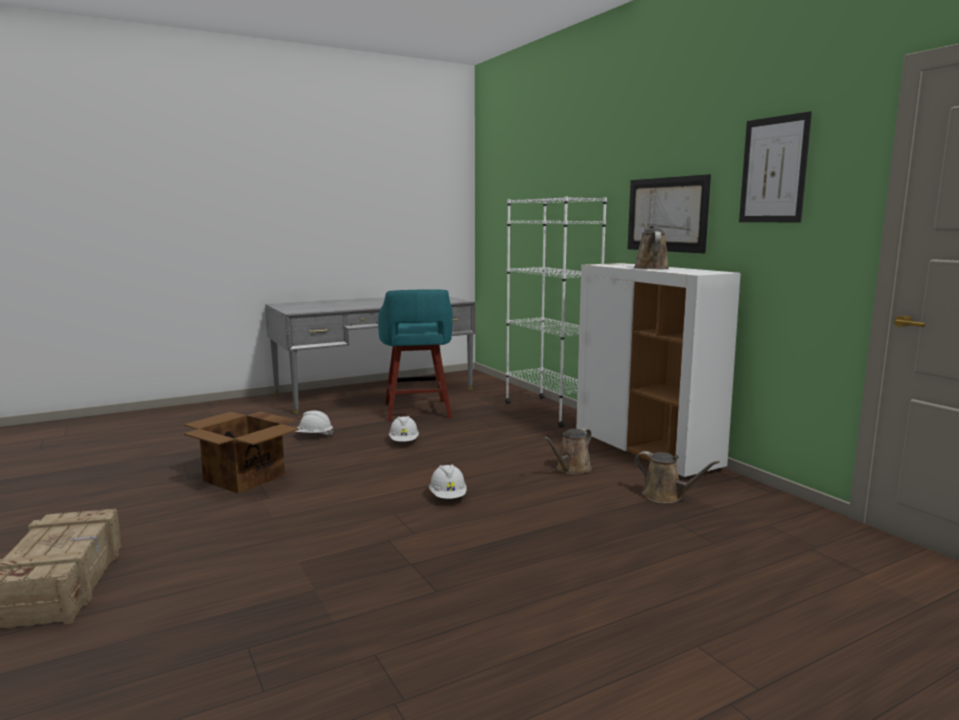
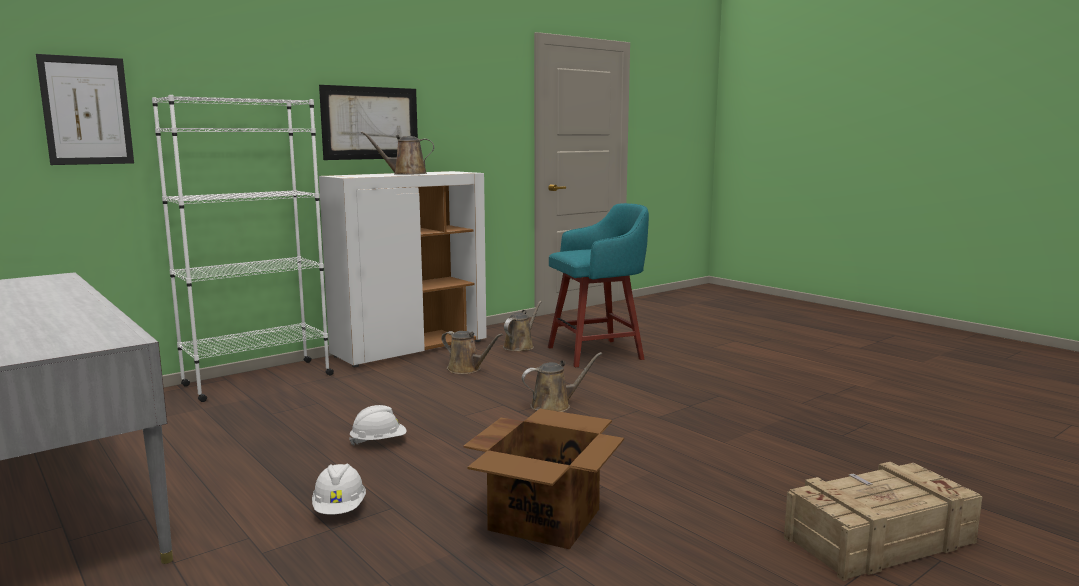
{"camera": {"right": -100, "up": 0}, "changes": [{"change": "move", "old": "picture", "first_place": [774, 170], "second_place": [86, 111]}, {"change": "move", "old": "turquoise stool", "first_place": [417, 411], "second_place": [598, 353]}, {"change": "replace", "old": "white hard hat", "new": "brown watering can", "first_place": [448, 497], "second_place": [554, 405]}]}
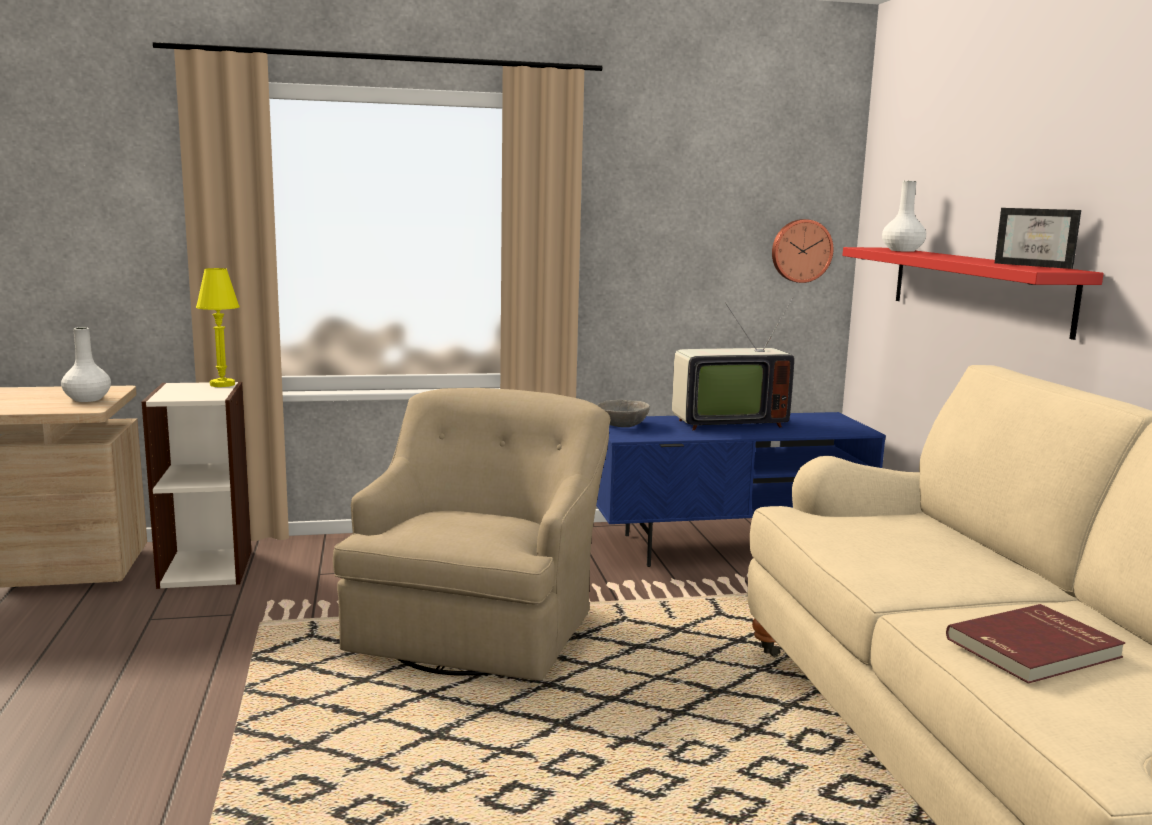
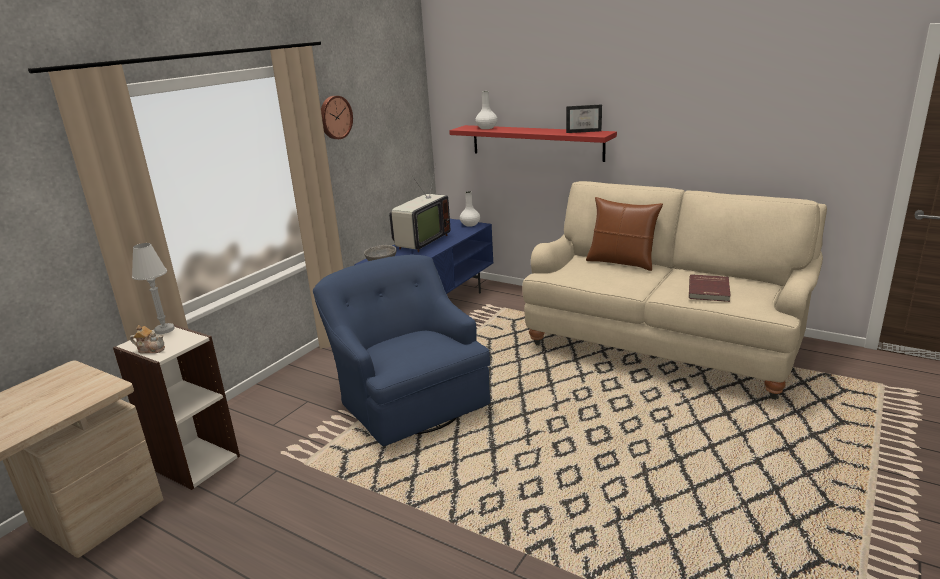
{"camera": {"right": -45, "up": 10}, "changes": [{"change": "move", "old": "wall clock", "first_place": [801, 250], "second_place": [334, 117]}, {"change": "recolor", "old": "yellow table lamp", "new": "white table lamp", "first_place": [222, 384], "second_place": [164, 330]}, {"change": "move", "old": "white vase", "first_place": [87, 399], "second_place": [470, 224]}, {"change": "recolor", "old": "beige armchair", "new": "blue armchair", "first_place": [479, 624], "second_place": [409, 399]}, {"change": "insert", "new": "brown pillow", "second_place": [621, 262]}, {"change": "insert", "new": "teapot", "second_place": [151, 349]}]}
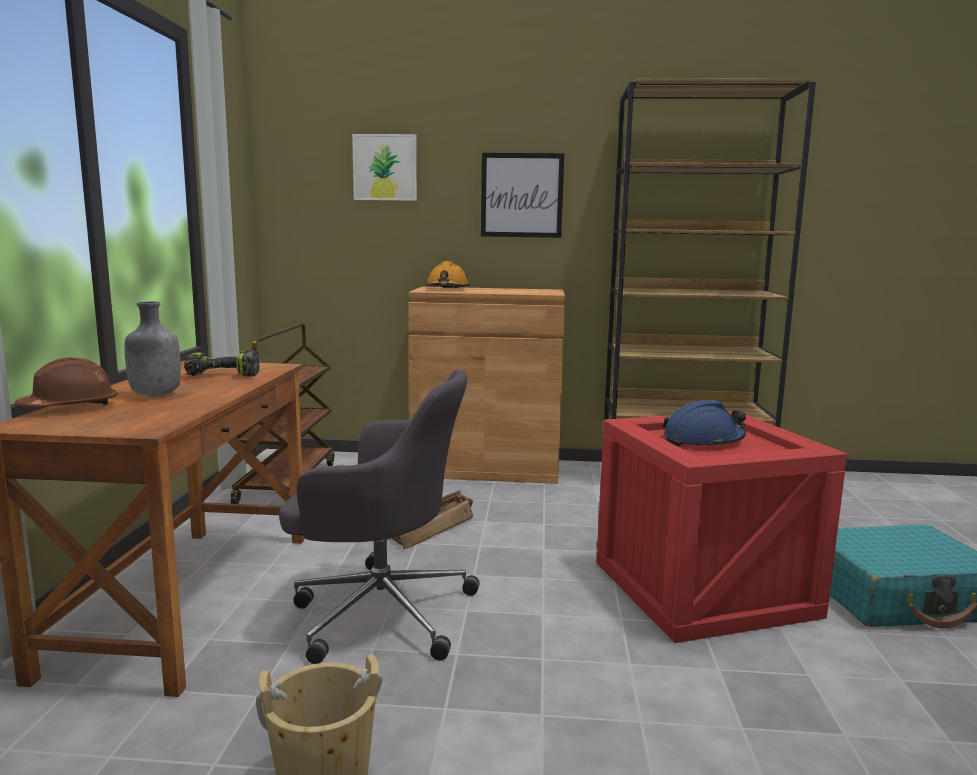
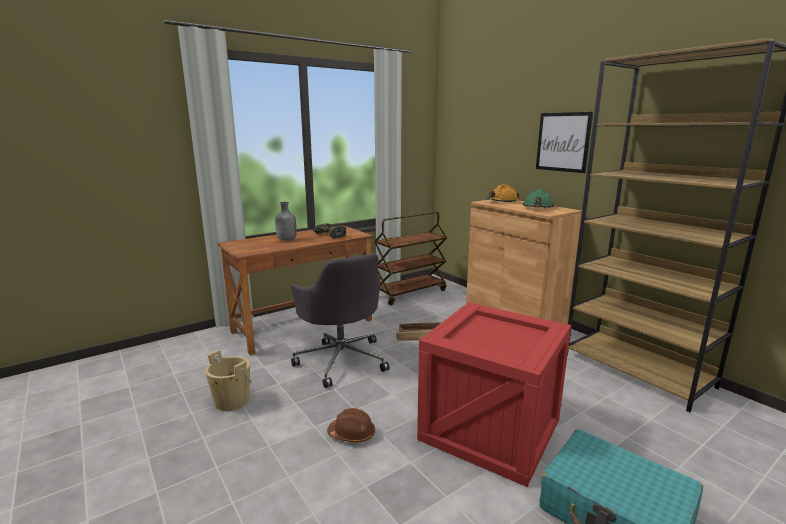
{"camera": {"right": 50, "up": 5}, "changes": [{"change": "delete", "old": "picture", "first_place": [385, 167]}, {"change": "move", "old": "brown hard hat", "first_place": [70, 407], "second_place": [352, 434]}, {"change": "delete", "old": "blue hard hat", "first_place": [703, 440]}, {"change": "insert", "new": "green hard hat", "second_place": [538, 208]}]}
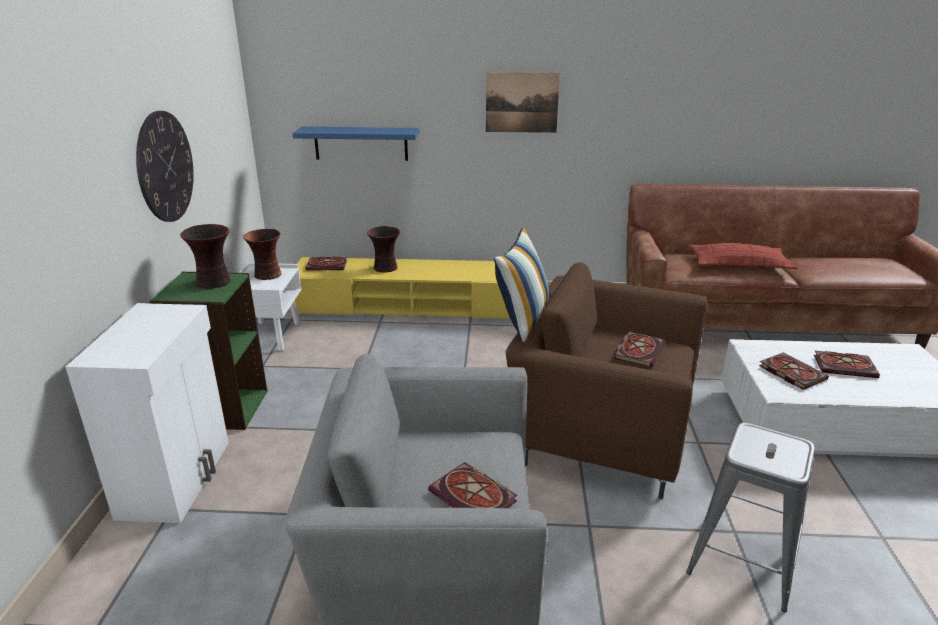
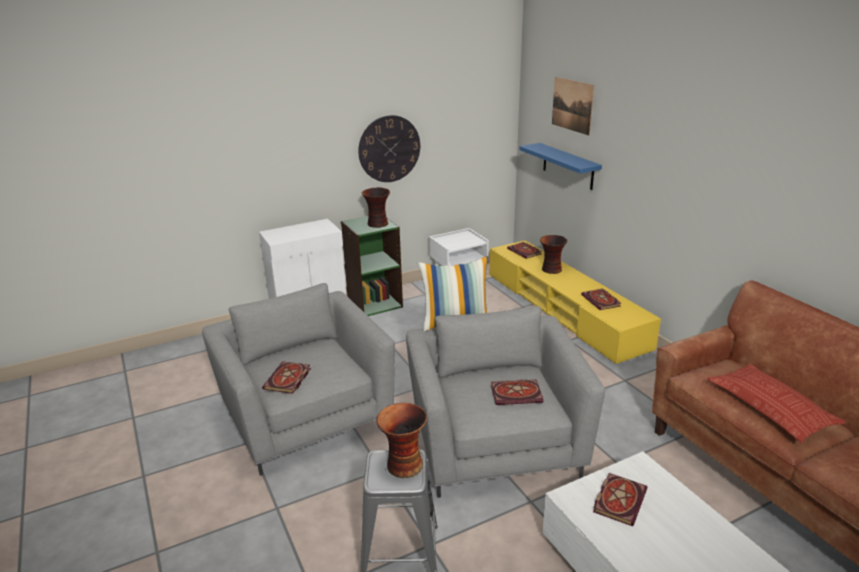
{"camera": {"right": 60, "up": 0}, "changes": [{"change": "move", "old": "picture", "first_place": [522, 102], "second_place": [572, 105]}, {"change": "move", "old": "vase", "first_place": [267, 275], "second_place": [403, 465]}, {"change": "recolor", "old": "brown armchair", "new": "grey armchair", "first_place": [601, 429], "second_place": [495, 445]}, {"change": "move", "old": "book", "first_place": [846, 366], "second_place": [602, 301]}]}
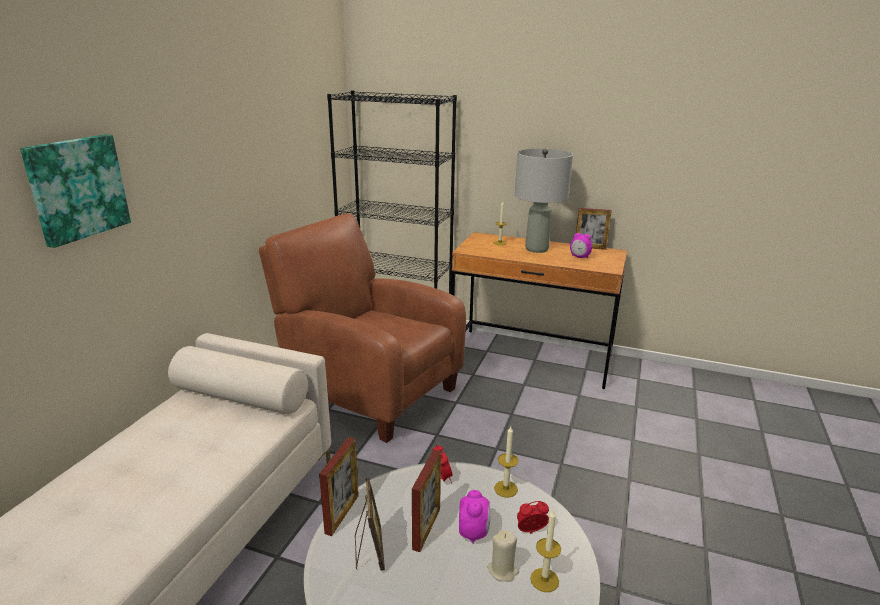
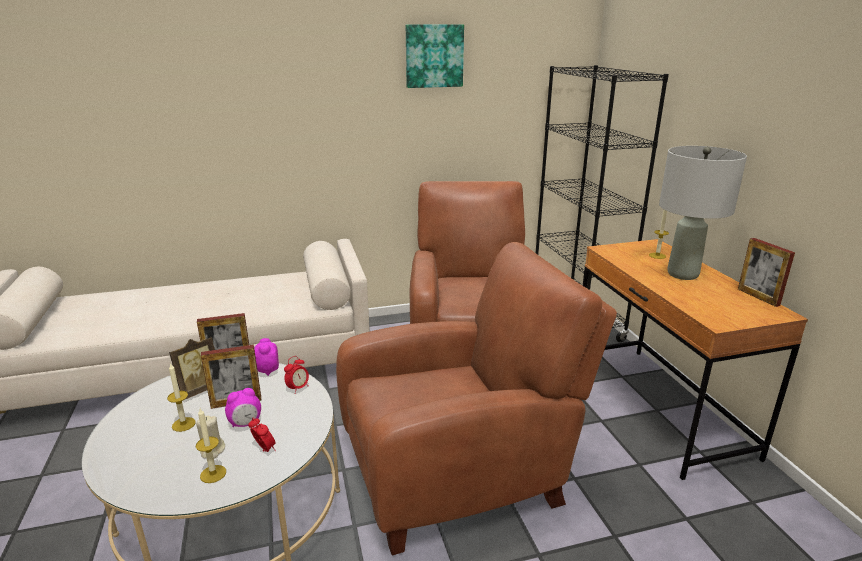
{"camera": {"right": 55, "up": 0}, "changes": [{"change": "move", "old": "picture", "first_place": [77, 188], "second_place": [434, 56]}, {"change": "move", "old": "alarm clock", "first_place": [579, 257], "second_place": [267, 370]}, {"change": "move", "old": "candle", "first_place": [505, 489], "second_place": [183, 424]}, {"change": "insert", "new": "brown armchair", "second_place": [461, 473]}]}
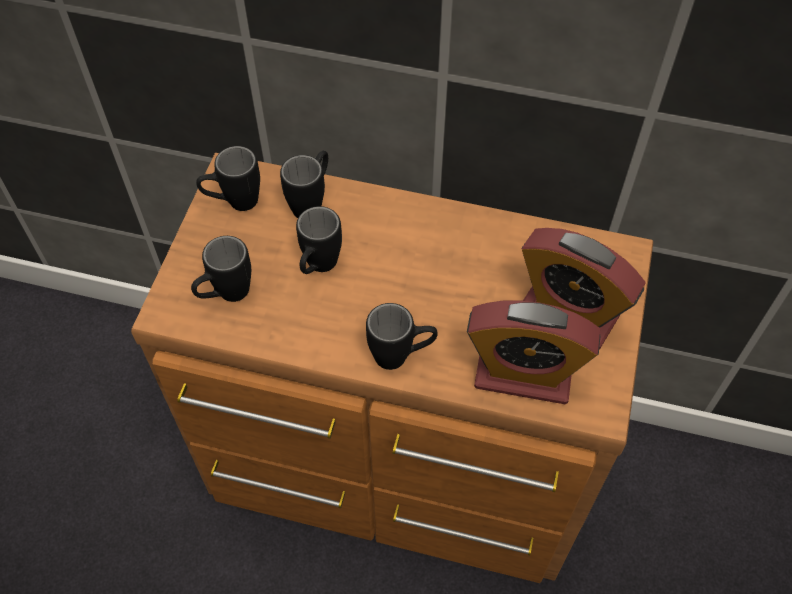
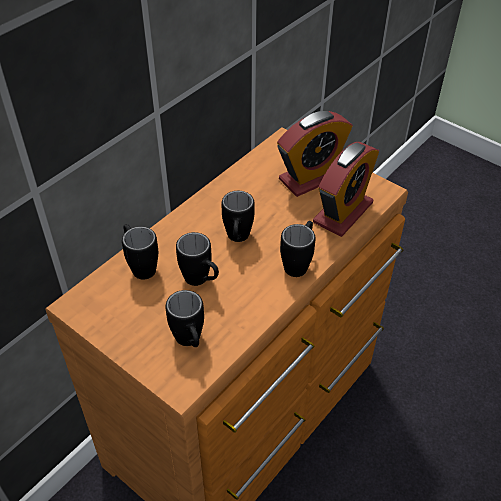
{"camera": {"right": -65, "up": -10}, "changes": [{"change": "move", "old": "black mug", "first_place": [234, 203], "second_place": [237, 240]}]}
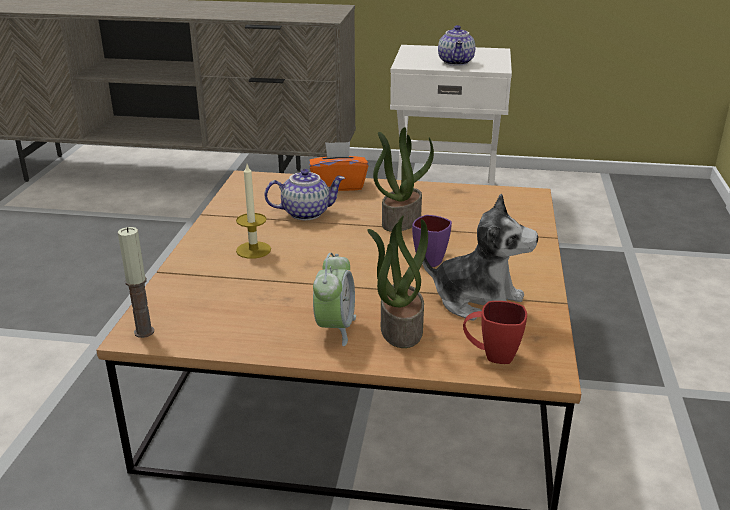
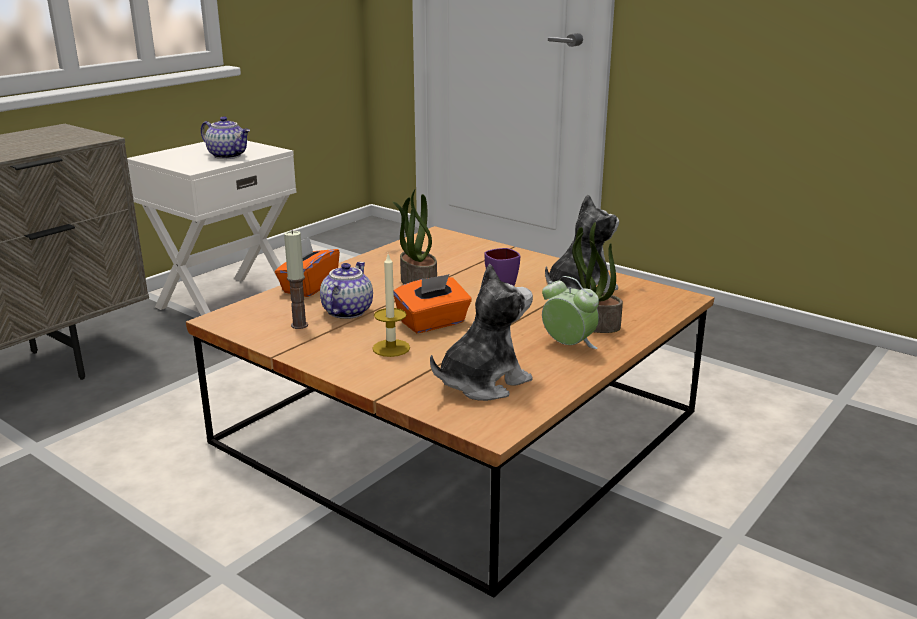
{"camera": {"right": -60, "up": -5}, "changes": [{"change": "move", "old": "candle", "first_place": [144, 332], "second_place": [299, 325]}, {"change": "delete", "old": "red mug", "first_place": [491, 355]}, {"change": "insert", "new": "plush toy", "second_place": [482, 382]}, {"change": "insert", "new": "orange tissue box", "second_place": [433, 323]}]}
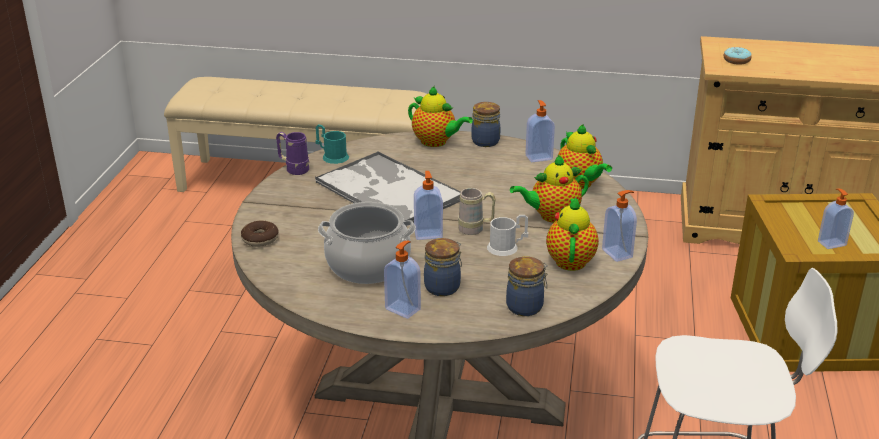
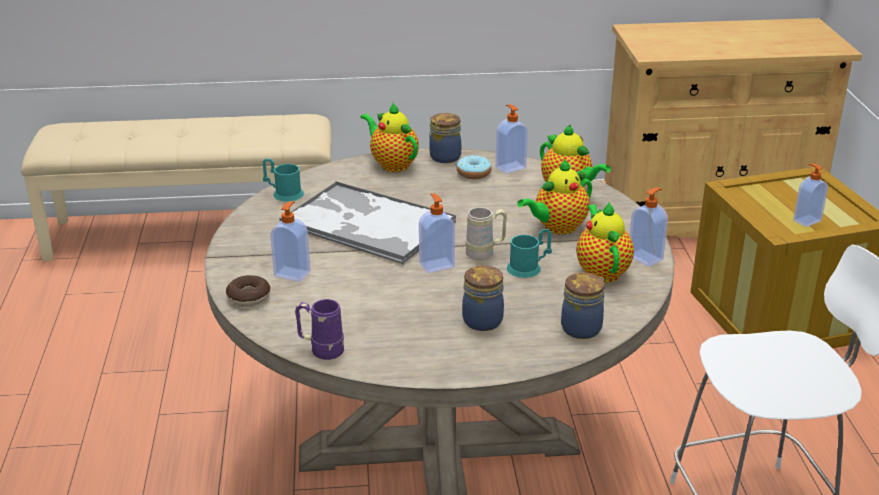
{"camera": {"right": -15, "up": 0}, "changes": [{"change": "move", "old": "donut", "first_place": [736, 61], "second_place": [473, 173]}, {"change": "rotate", "old": "teapot", "first_place": [436, 142], "second_place": [392, 164], "degrees": -150}, {"change": "move", "old": "purple mug", "first_place": [293, 169], "second_place": [321, 350]}, {"change": "delete", "old": "cooking pot", "first_place": [368, 264]}, {"change": "recolor", "old": "white mug", "new": "turquoise mug", "first_place": [507, 247], "second_place": [528, 268]}, {"change": "move", "old": "soap dispenser", "first_place": [403, 309], "second_place": [292, 273]}]}
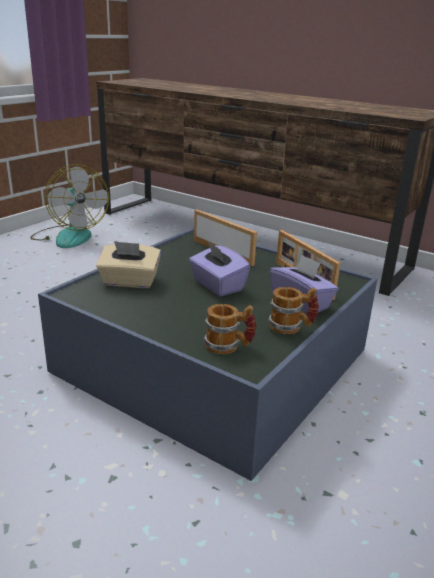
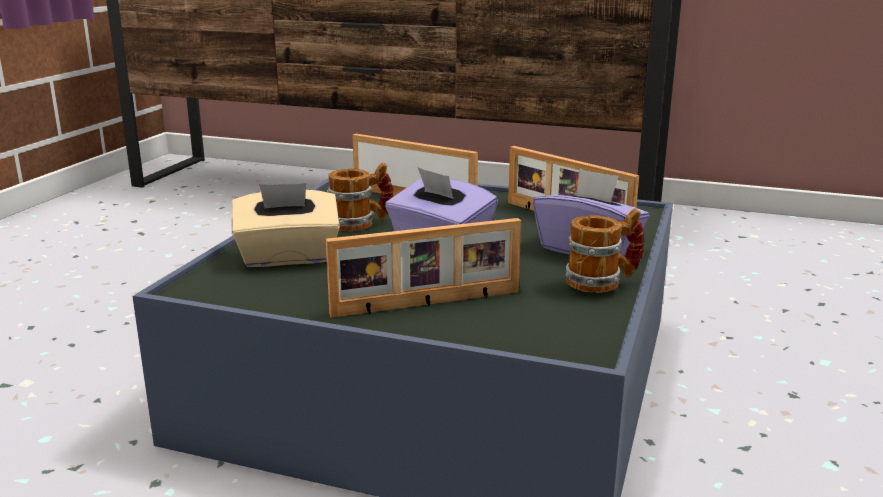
{"camera": {"right": -15, "up": -5}, "changes": [{"change": "delete", "old": "fan", "first_place": [69, 236]}, {"change": "move", "old": "mug", "first_place": [229, 346], "second_place": [361, 223]}, {"change": "insert", "new": "picture frame", "second_place": [427, 304]}]}
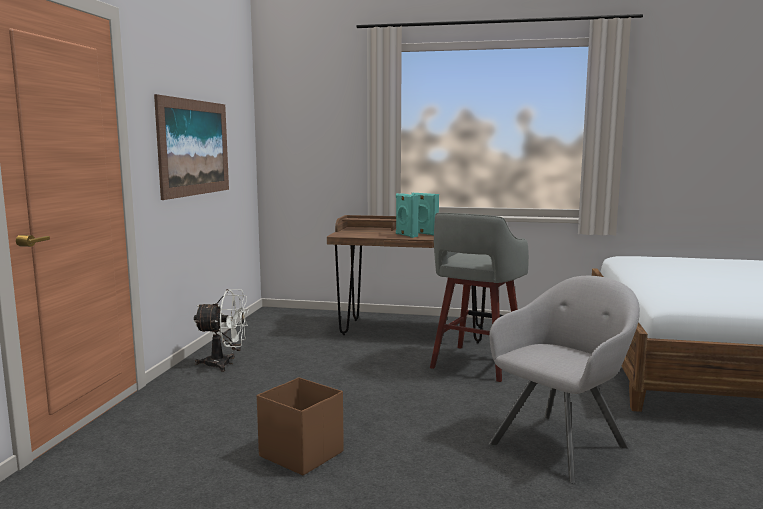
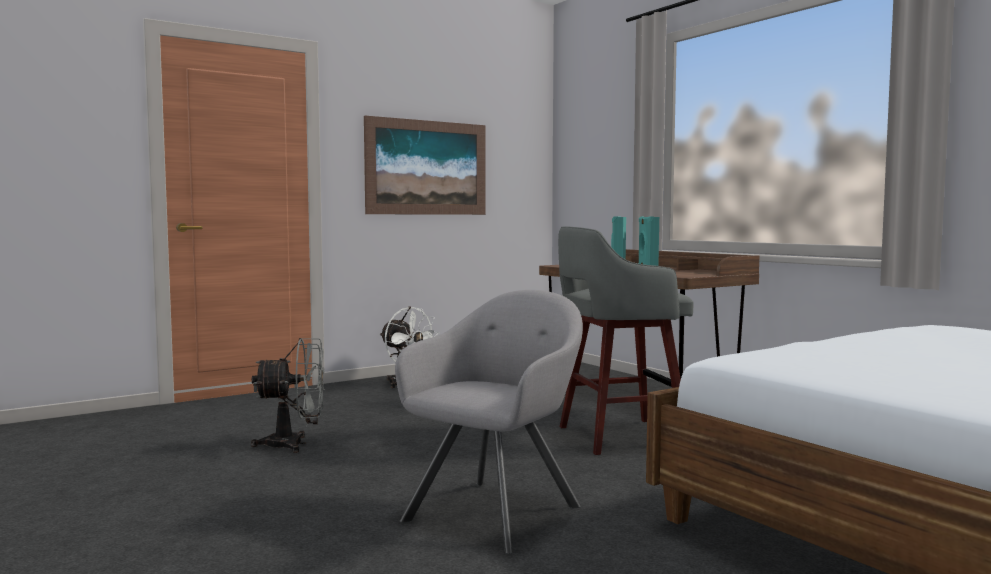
{"camera": {"right": 45, "up": -5}, "changes": [{"change": "rotate", "old": "grey armchair", "first_place": [562, 443], "second_place": [497, 510], "degrees": -60}, {"change": "replace", "old": "brown storage box", "new": "grey fan", "first_place": [301, 453], "second_place": [294, 444]}]}
